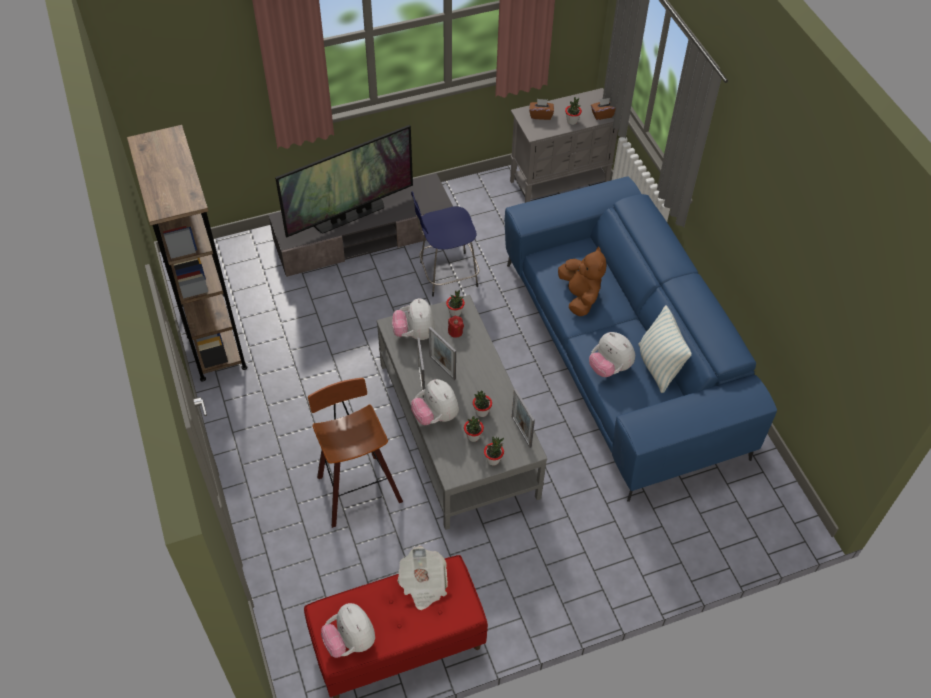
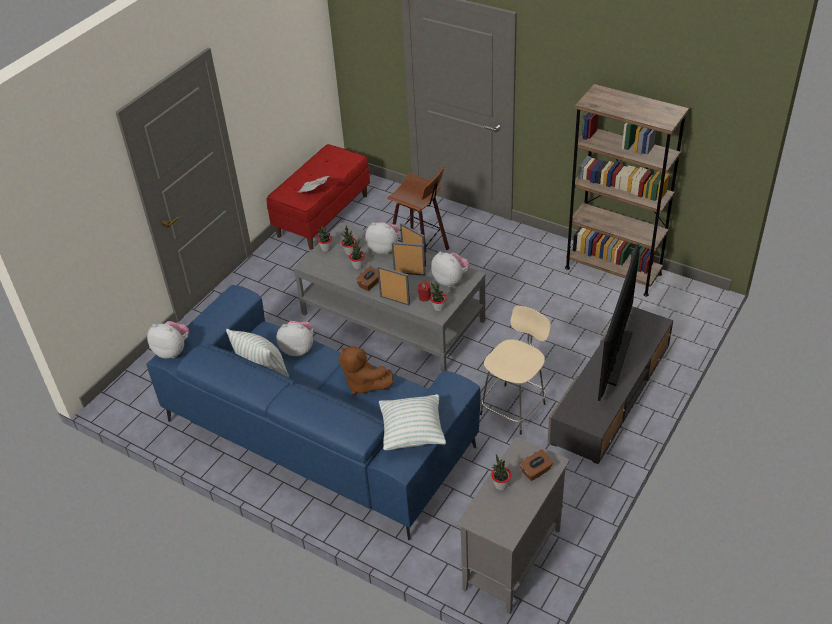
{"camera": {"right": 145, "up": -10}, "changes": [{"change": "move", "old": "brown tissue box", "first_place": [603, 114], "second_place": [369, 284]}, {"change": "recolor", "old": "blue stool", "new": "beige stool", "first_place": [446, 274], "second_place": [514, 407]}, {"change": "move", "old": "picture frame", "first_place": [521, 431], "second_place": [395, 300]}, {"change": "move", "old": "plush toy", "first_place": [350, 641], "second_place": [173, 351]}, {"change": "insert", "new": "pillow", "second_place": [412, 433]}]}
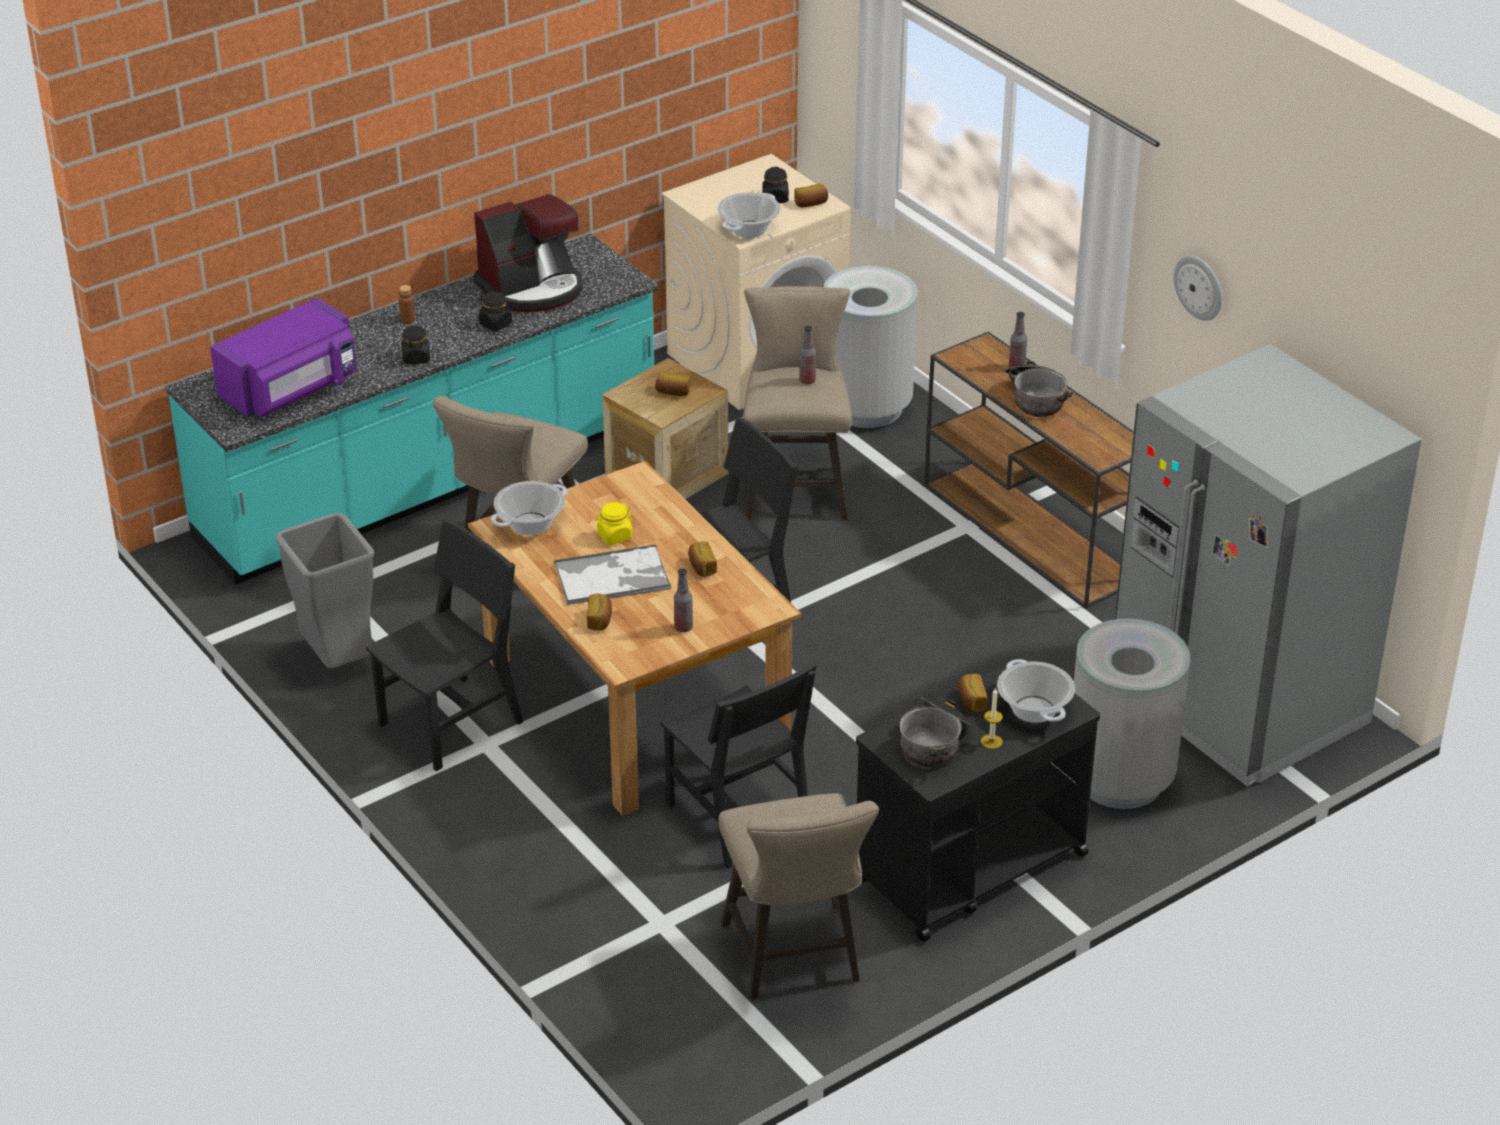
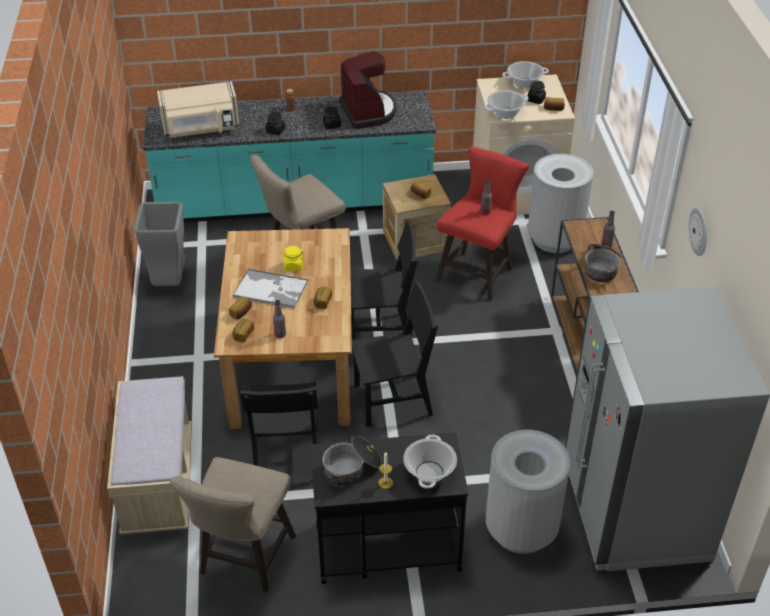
{"camera": {"right": 30, "up": 5}, "changes": [{"change": "rotate", "old": "coffee machine", "first_place": [532, 288], "second_place": [368, 111], "degrees": -105}, {"change": "recolor", "old": "beige stool", "new": "red stool", "first_place": [795, 488], "second_place": [477, 272]}, {"change": "recolor", "old": "purple microwave", "new": "beige microwave", "first_place": [292, 390], "second_place": [201, 128]}, {"change": "move", "old": "cooking pot", "first_place": [530, 524], "second_place": [524, 83]}, {"change": "move", "old": "black chair", "first_place": [451, 723], "second_place": [393, 400]}, {"change": "move", "old": "bread", "first_place": [971, 701], "second_place": [243, 334]}, {"change": "insert", "new": "beige bench", "second_place": [158, 482]}]}
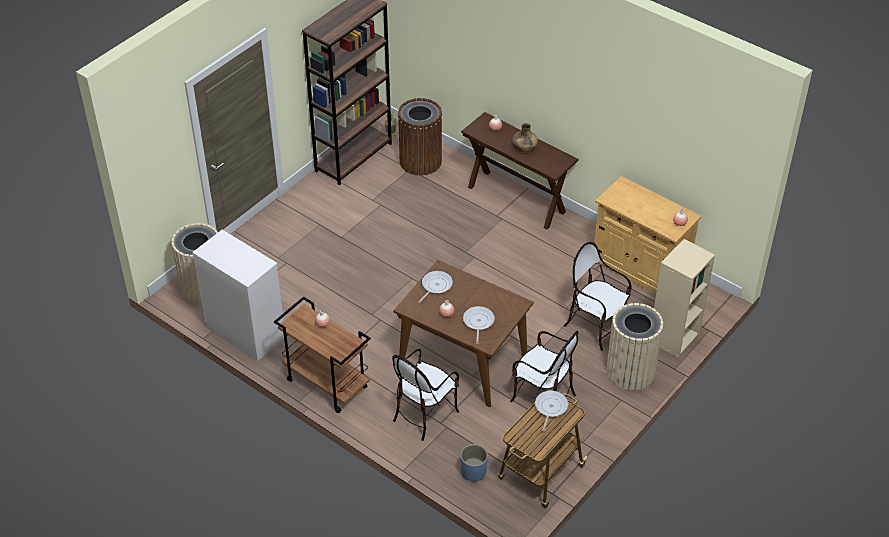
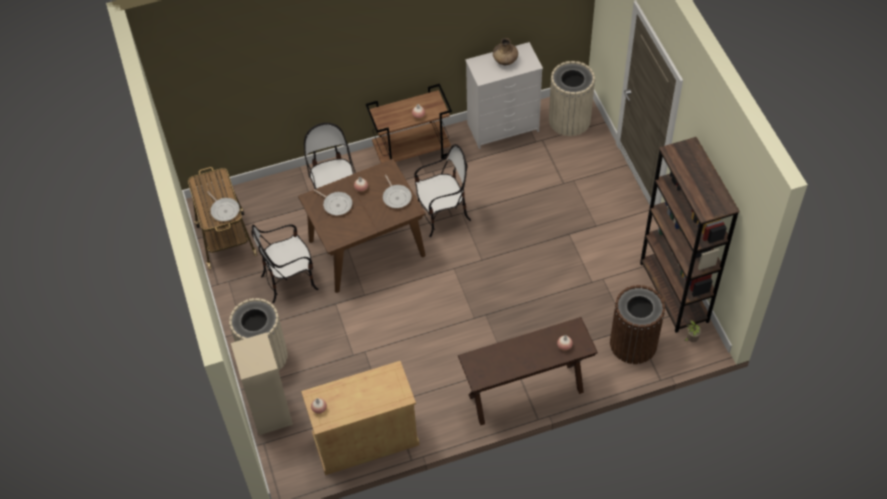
{"camera": {"right": 125, "up": 10}, "changes": [{"change": "move", "old": "brown vase", "first_place": [524, 149], "second_place": [505, 60]}, {"change": "move", "old": "chair", "first_place": [595, 326], "second_place": [442, 215]}, {"change": "delete", "old": "blue planter", "first_place": [473, 472]}]}
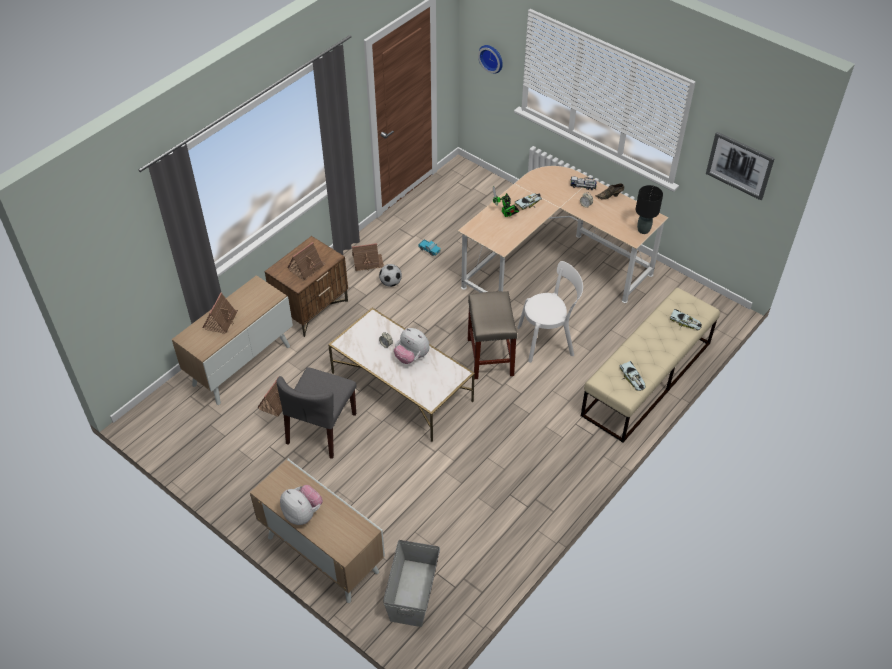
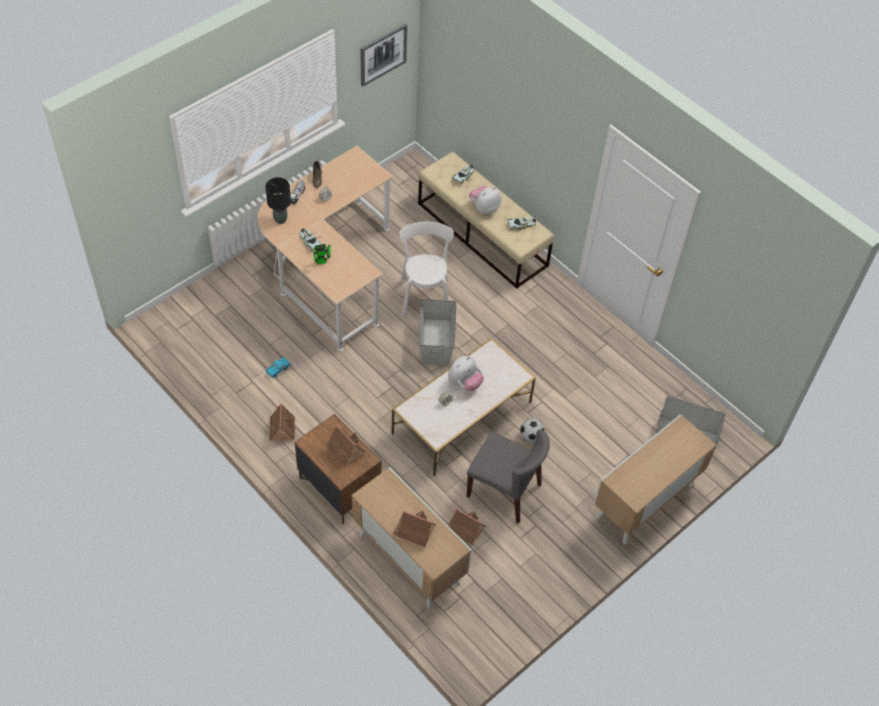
{"camera": {"right": -85, "up": 5}, "changes": [{"change": "delete", "old": "wall clock", "first_place": [492, 58]}, {"change": "move", "old": "black table lamp", "first_place": [643, 230], "second_place": [280, 219]}, {"change": "move", "old": "football", "first_place": [390, 283], "second_place": [531, 437]}, {"change": "replace", "old": "beige stool", "new": "grey storage box", "first_place": [490, 356], "second_place": [435, 342]}, {"change": "move", "old": "plush toy", "first_place": [303, 513], "second_place": [484, 208]}]}
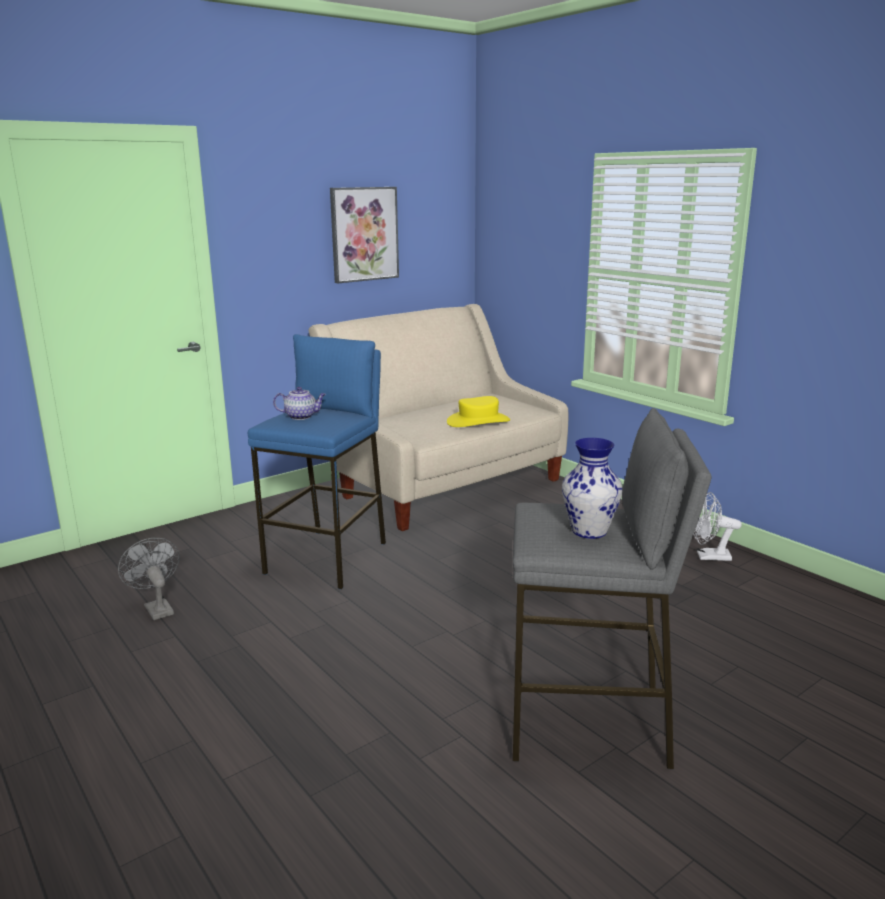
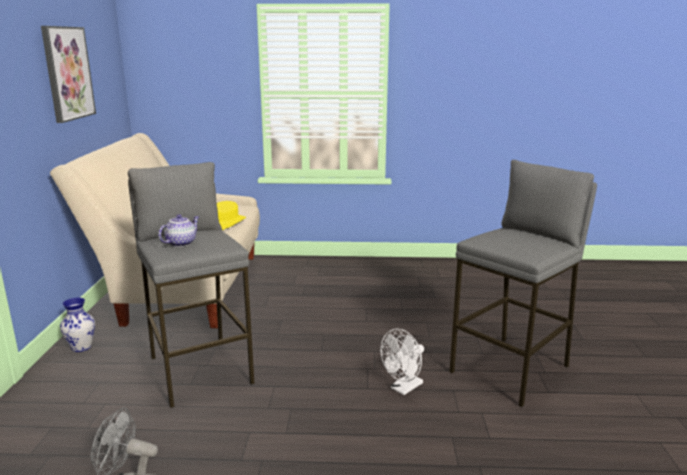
{"camera": {"right": -50, "up": 0}, "changes": [{"change": "recolor", "old": "blue stool", "new": "grey stool", "first_place": [328, 558], "second_place": [200, 370]}, {"change": "move", "old": "vase", "first_place": [588, 531], "second_place": [81, 347]}, {"change": "move", "old": "white fan", "first_place": [708, 557], "second_place": [403, 388]}]}
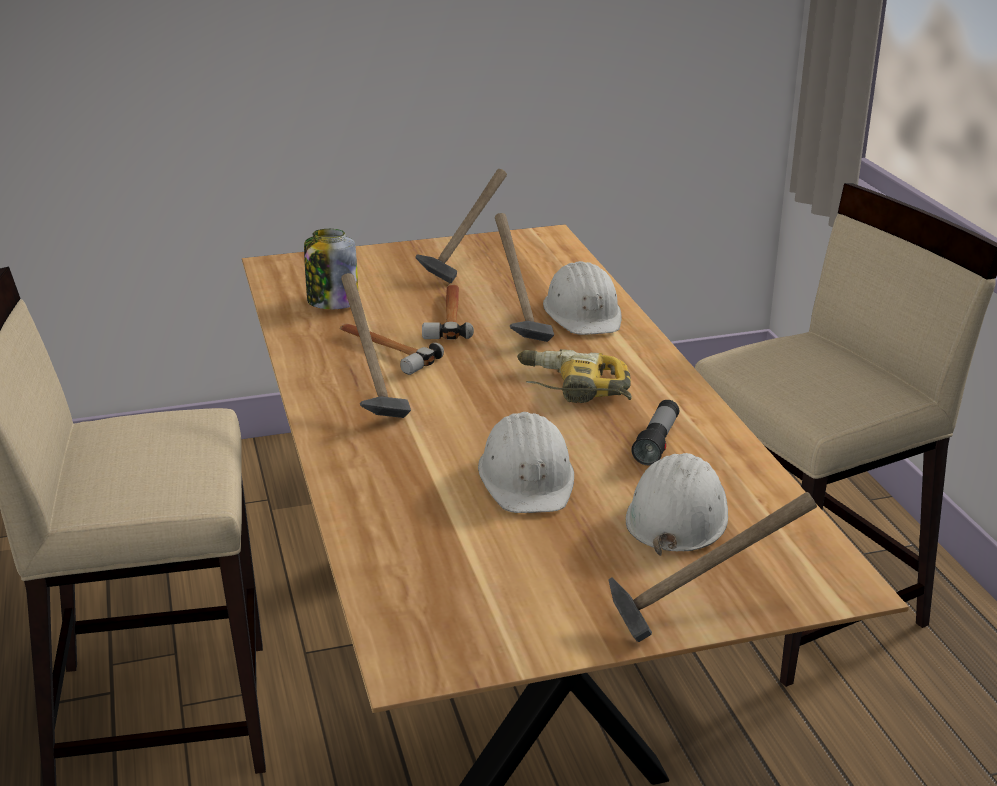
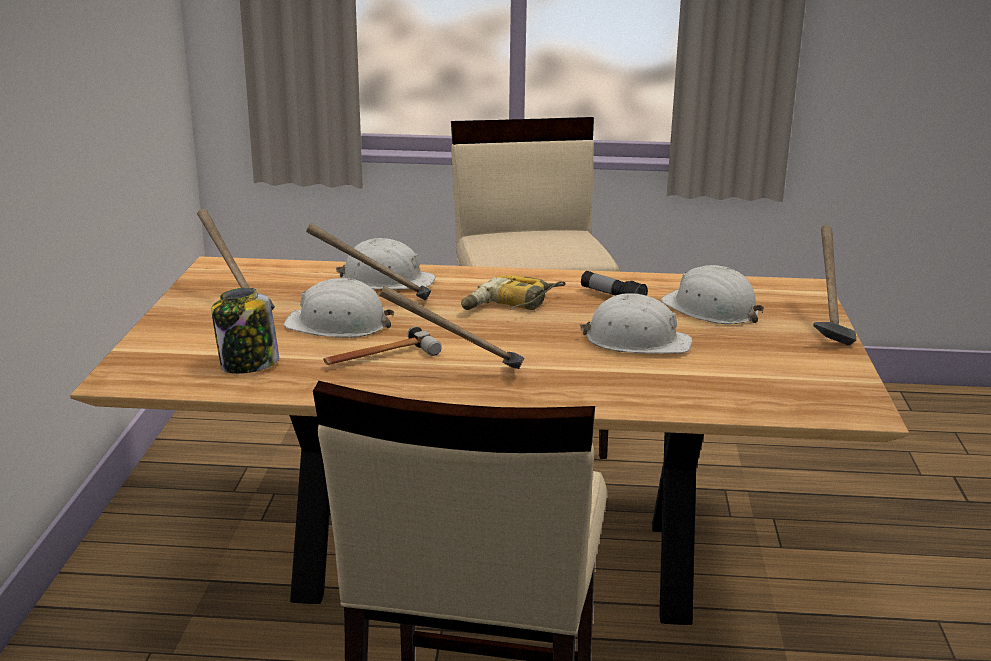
{"camera": {"right": -70, "up": -5}, "changes": [{"change": "replace", "old": "hammer", "new": "white hard hat", "first_place": [449, 316], "second_place": [338, 324]}]}
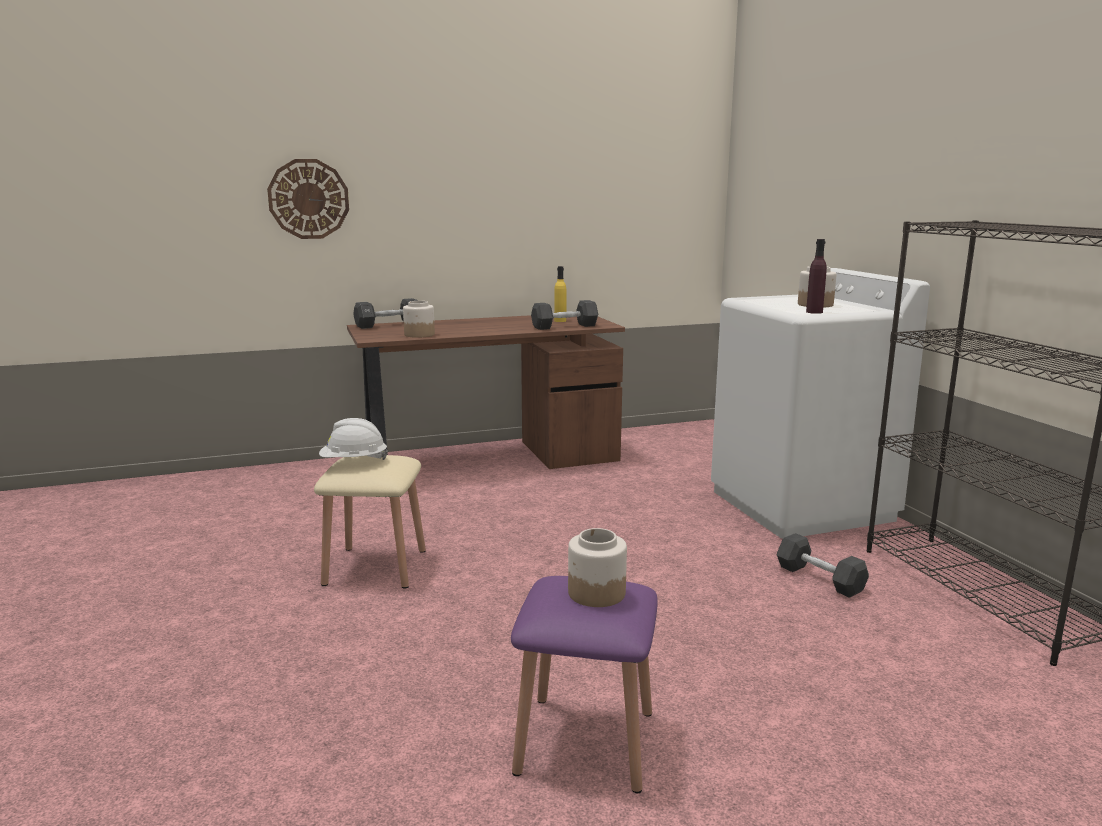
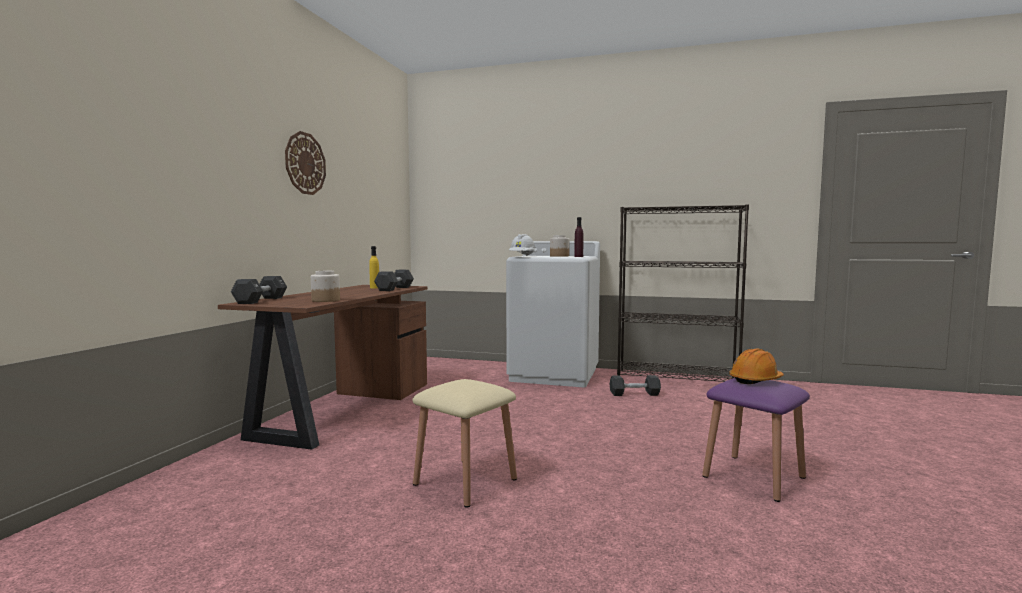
{"camera": {"right": -55, "up": -10}, "changes": [{"change": "move", "old": "wall clock", "first_place": [308, 199], "second_place": [305, 163]}, {"change": "move", "old": "white hard hat", "first_place": [353, 462], "second_place": [522, 256]}, {"change": "replace", "old": "jar", "new": "orange hard hat", "first_place": [596, 593], "second_place": [755, 380]}]}
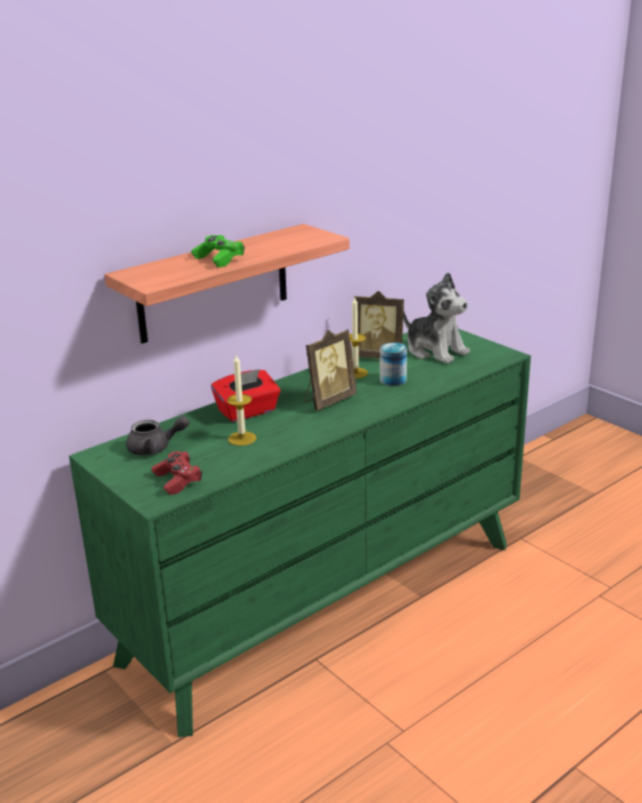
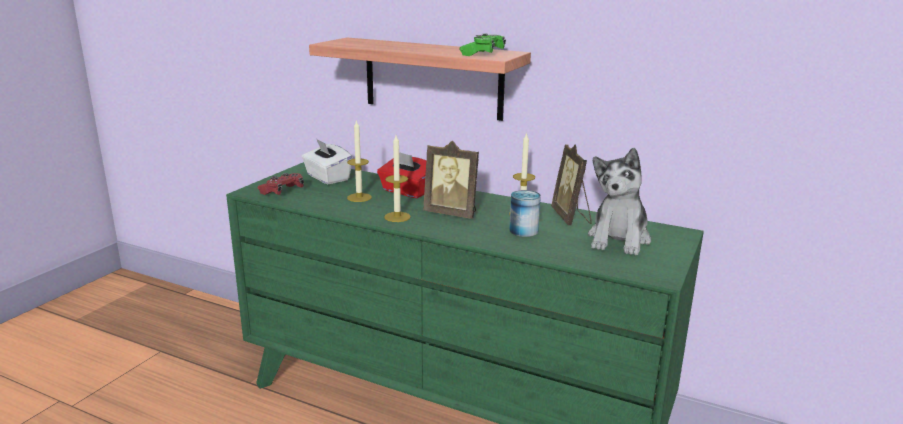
{"camera": {"right": 65, "up": -5}, "changes": [{"change": "move", "old": "green game controller", "first_place": [219, 259], "second_place": [483, 54]}, {"change": "replace", "old": "grey teapot", "new": "white tissue box", "first_place": [155, 448], "second_place": [327, 178]}, {"change": "insert", "new": "candle", "second_place": [397, 217]}]}
